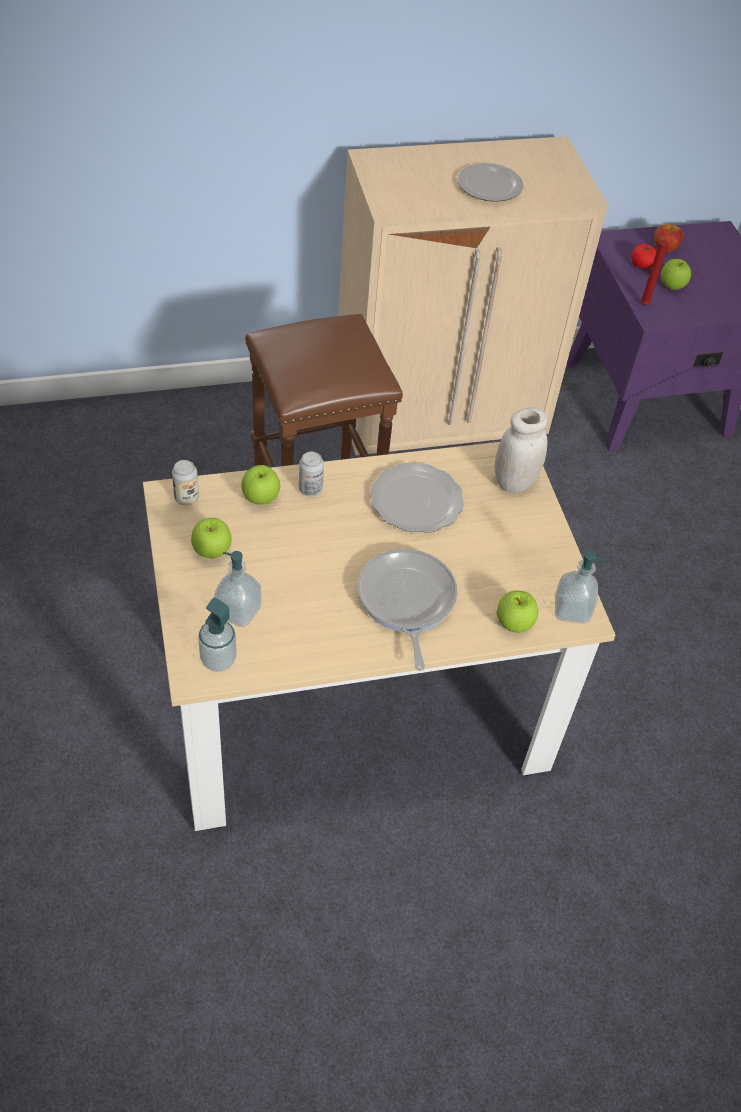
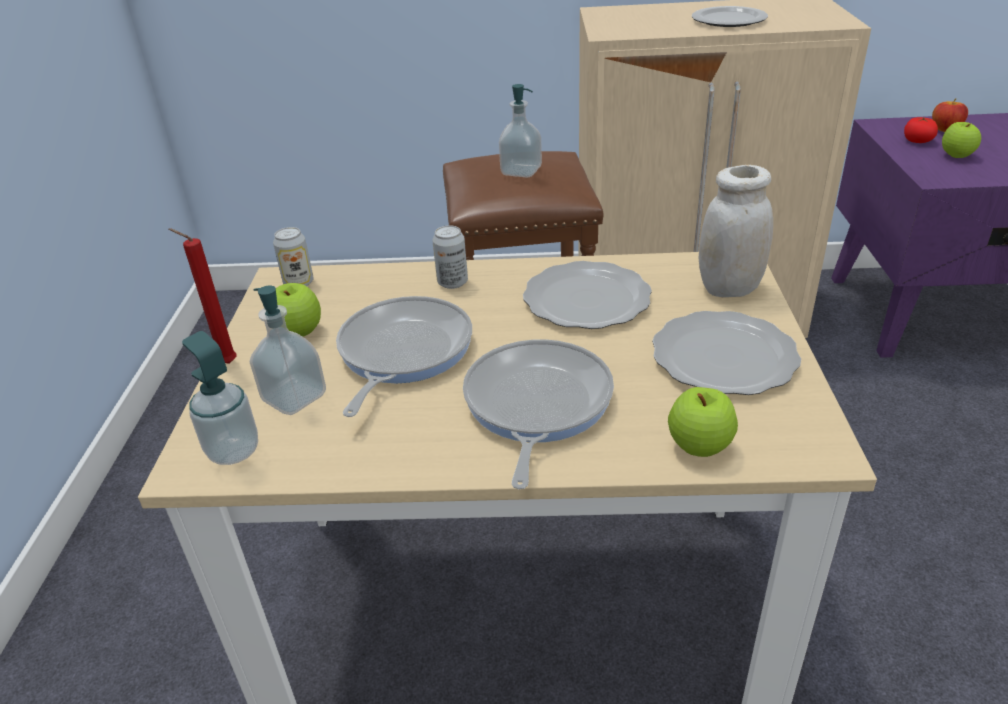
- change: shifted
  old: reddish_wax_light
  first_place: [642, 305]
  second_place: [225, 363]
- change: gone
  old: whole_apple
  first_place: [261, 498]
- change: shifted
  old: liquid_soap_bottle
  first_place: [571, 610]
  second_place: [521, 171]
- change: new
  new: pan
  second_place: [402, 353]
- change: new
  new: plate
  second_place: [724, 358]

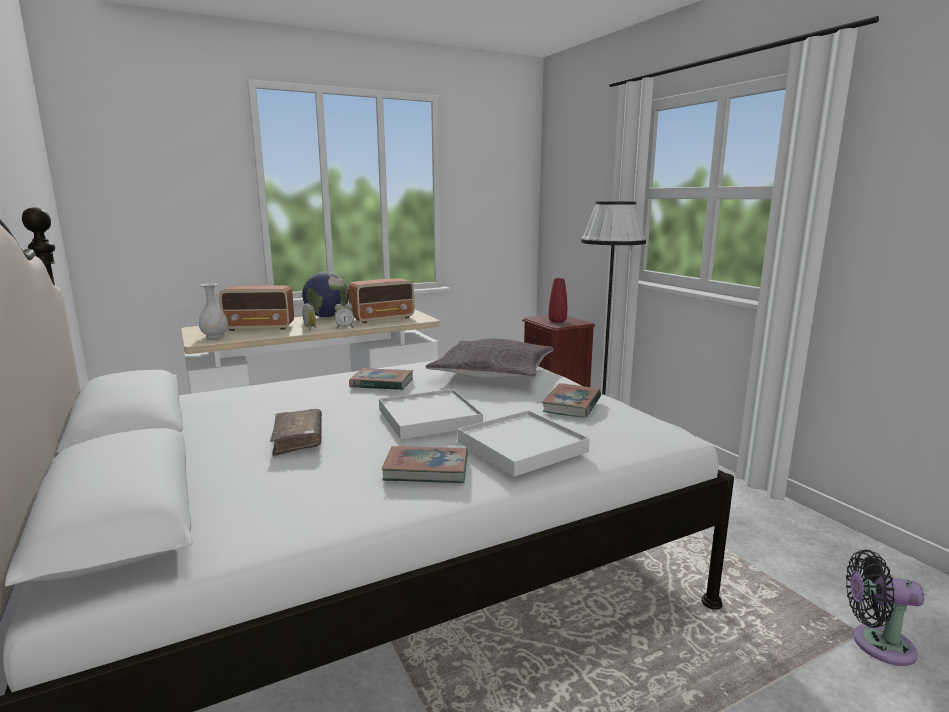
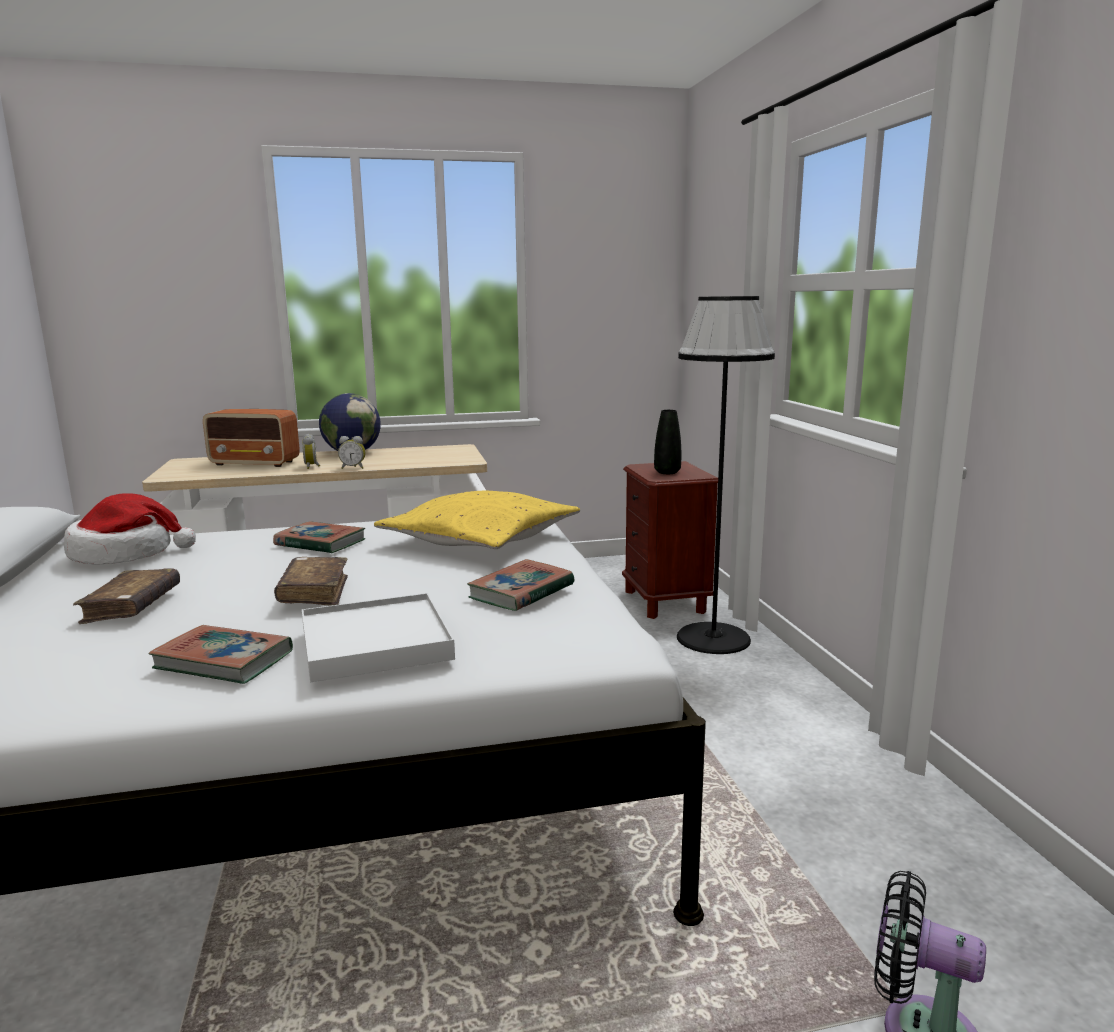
- change: gone
  old: radio_receiver
  first_place: [383, 319]
- change: repainted
  old: reddish_decorative_vase
  new: blackish_decorative_vase
  first_place: [557, 321]
  second_place: [667, 472]
- change: gone
  old: white_decorative_vase
  first_place: [215, 336]
- change: repainted
  old: gray_pillow
  new: yellow-coloured_pillow
  first_place: [493, 373]
  second_place: [480, 539]
- change: swapped
  old: white_carrying_tray
  new: brownish_book
  first_place: [429, 417]
  second_place: [314, 592]
- change: new
  new: clothing_hat
  second_place: [125, 553]

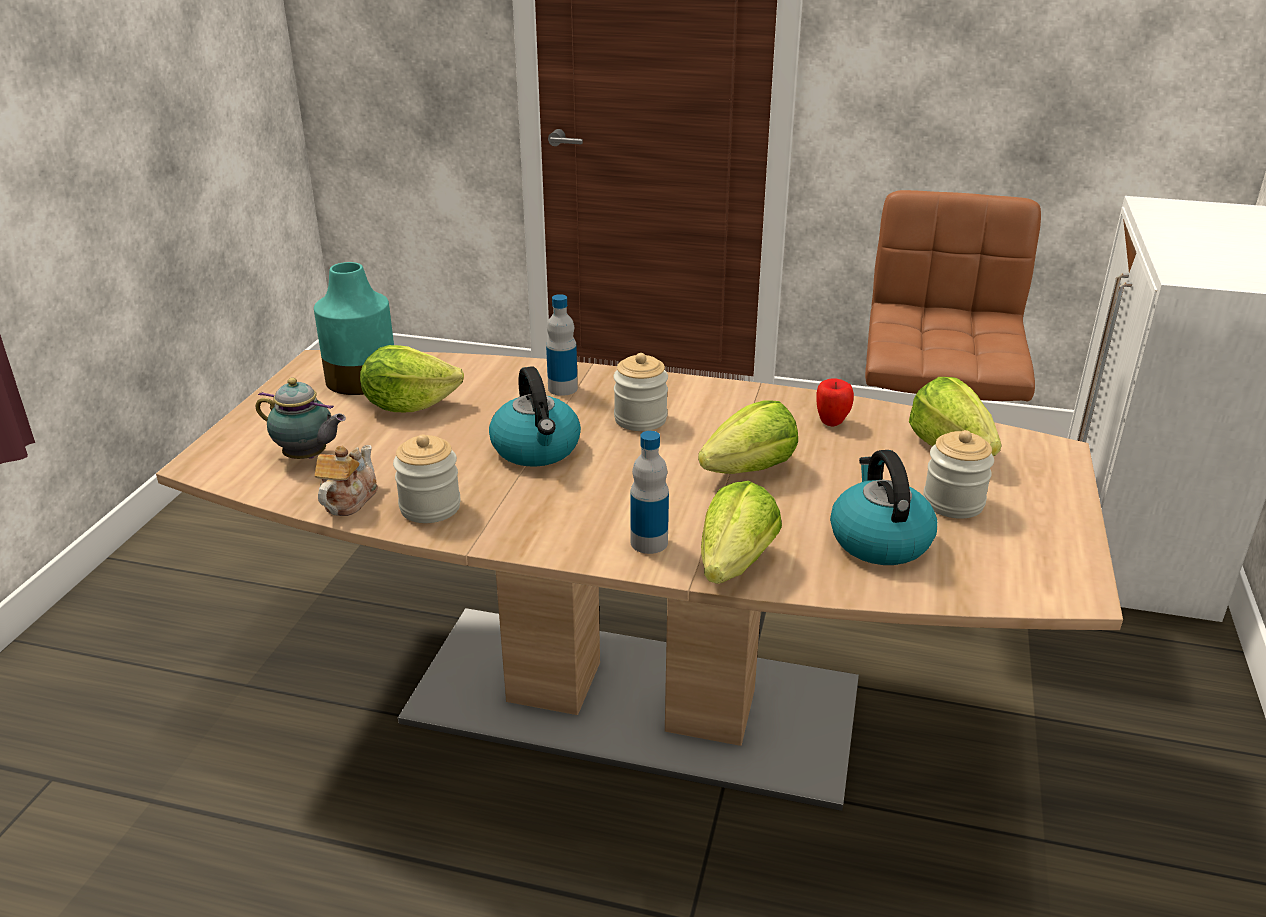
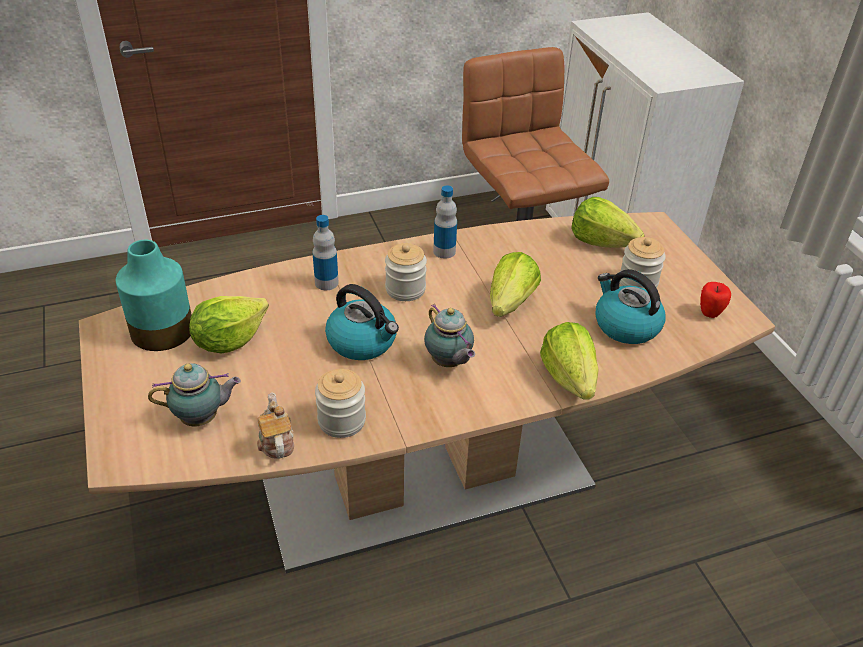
- change: shifted
  old: whole_apple
  first_place: [832, 422]
  second_place: [710, 313]
- change: shifted
  old: bottle
  first_place: [649, 542]
  second_place: [444, 251]
- change: new
  new: tea_pot
  second_place: [448, 363]

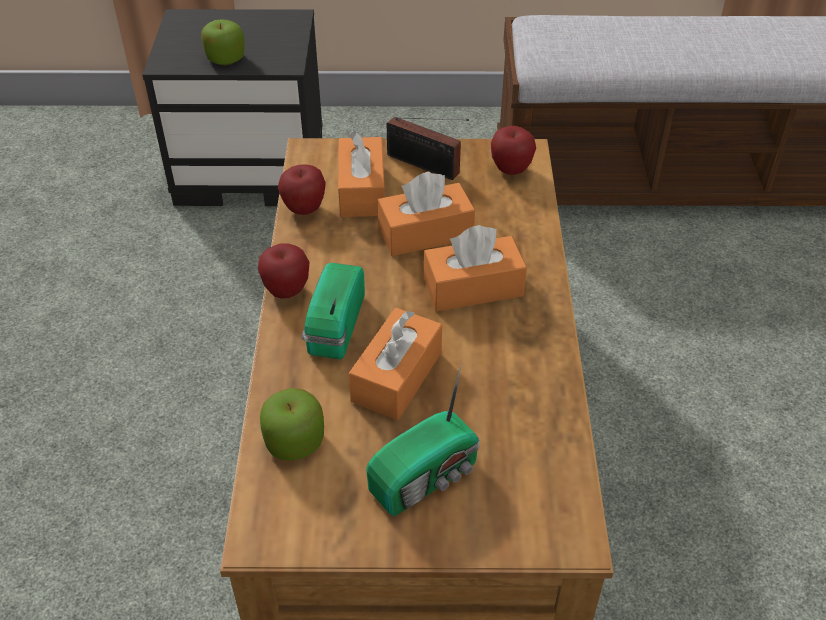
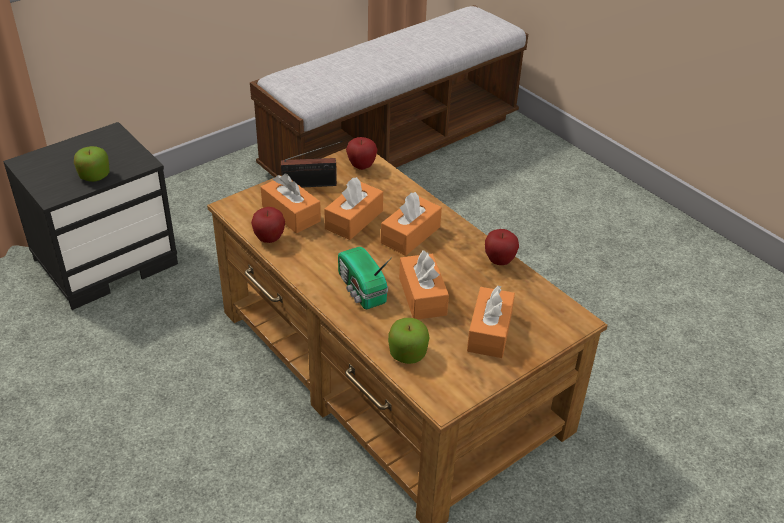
- change: shifted
  old: whole_apple
  first_place: [286, 291]
  second_place: [499, 261]
- change: swapped
  old: radio_receiver
  new: orange_tissue_box
  first_place: [427, 477]
  second_place: [489, 332]

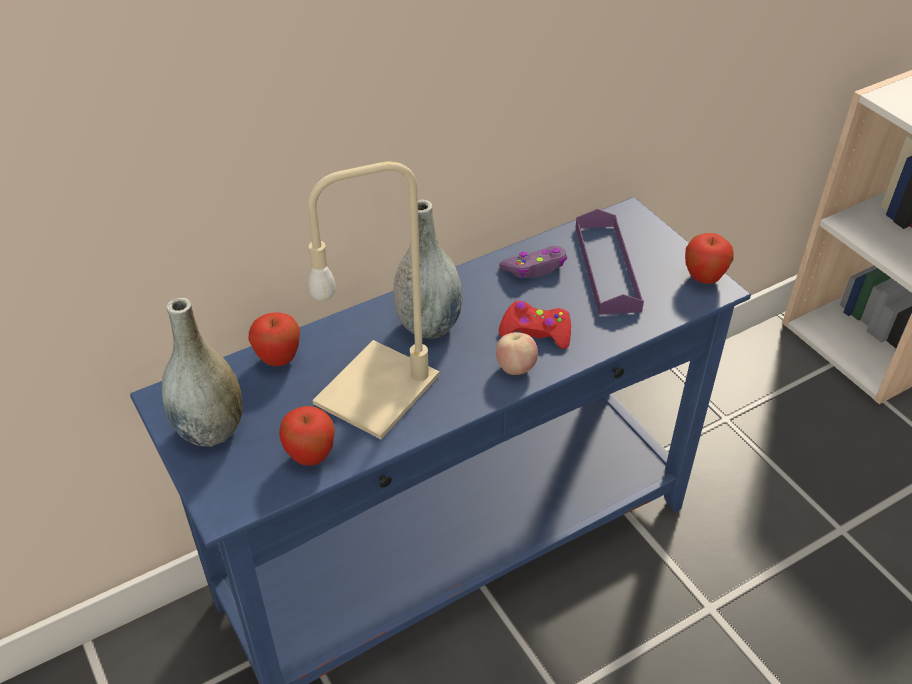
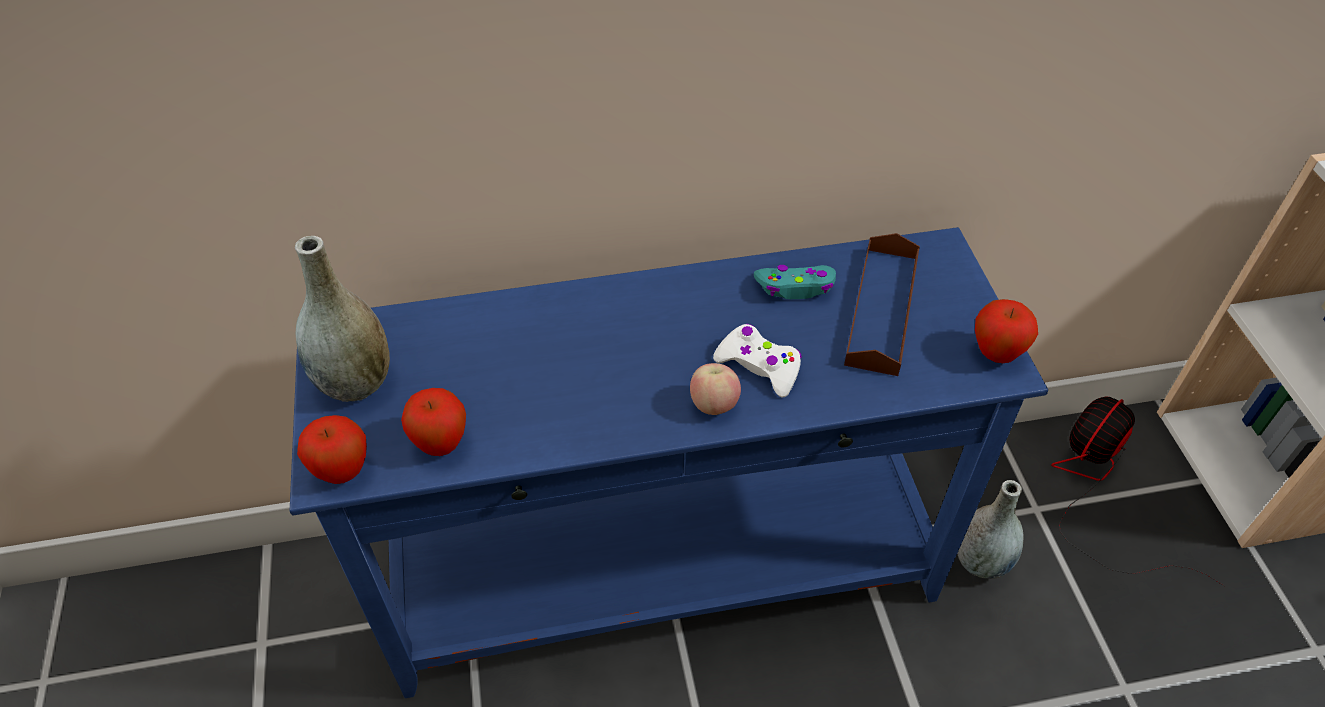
- change: gone
  old: sand-coloured_table_lamp
  first_place: [378, 387]
- change: shifted
  old: gray_decorative_vase
  first_place: [428, 326]
  second_place: [980, 562]
- change: repainted
  old: purple-coloured_carrying_tray
  new: brownish_carrying_tray
  first_place: [607, 268]
  second_place: [881, 309]
- change: repainted
  old: purple-coloured_gamepad
  new: turquoise-coloured_gamepad
  first_place: [535, 268]
  second_place: [795, 287]
- change: repainted
  old: reddish_gamepad
  new: white_gamepad
  first_place: [536, 331]
  second_place: [759, 366]
- change: shifted
  old: whole_apple
  first_place: [278, 359]
  second_place: [342, 471]
- change: new
  new: electric_fan
  second_place: [1098, 490]

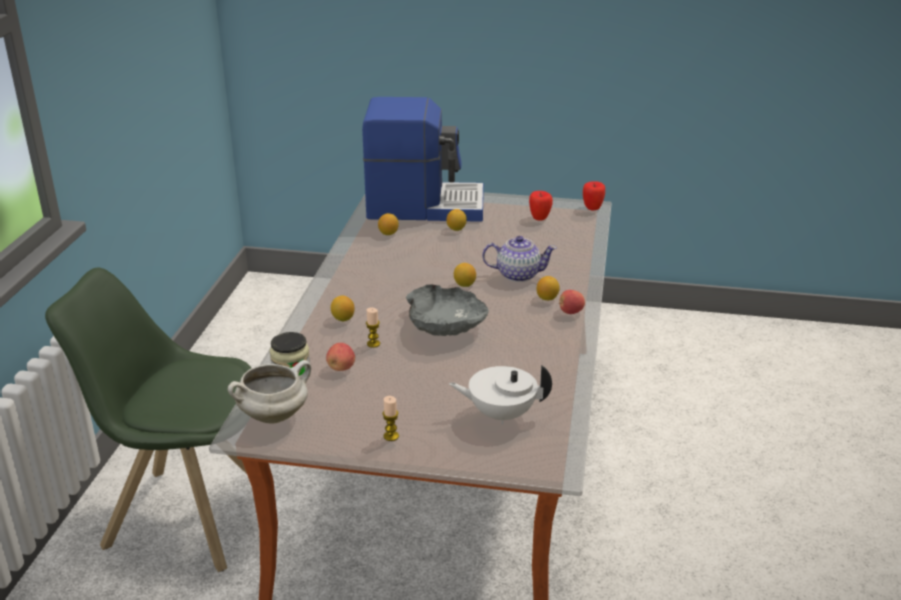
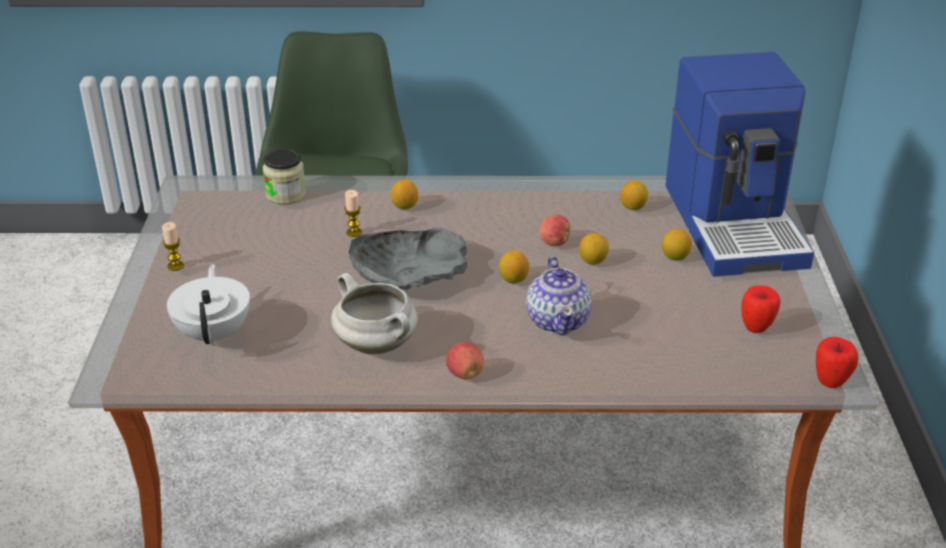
- change: shifted
  old: whole_lemon
  first_place: [547, 298]
  second_place: [593, 261]
- change: shifted
  old: whole_apple
  first_place: [341, 368]
  second_place: [554, 243]
- change: shifted
  old: white_saucepot
  first_place: [274, 415]
  second_place: [378, 345]

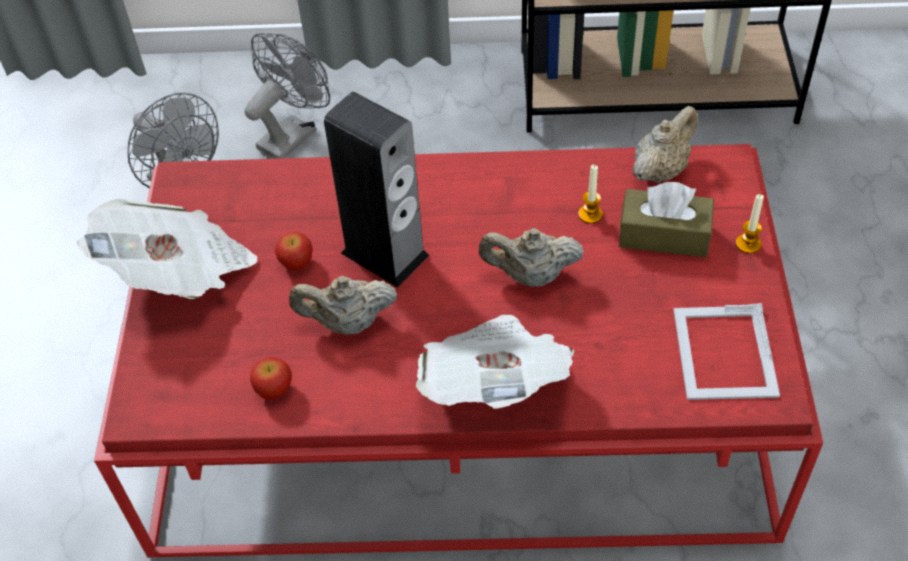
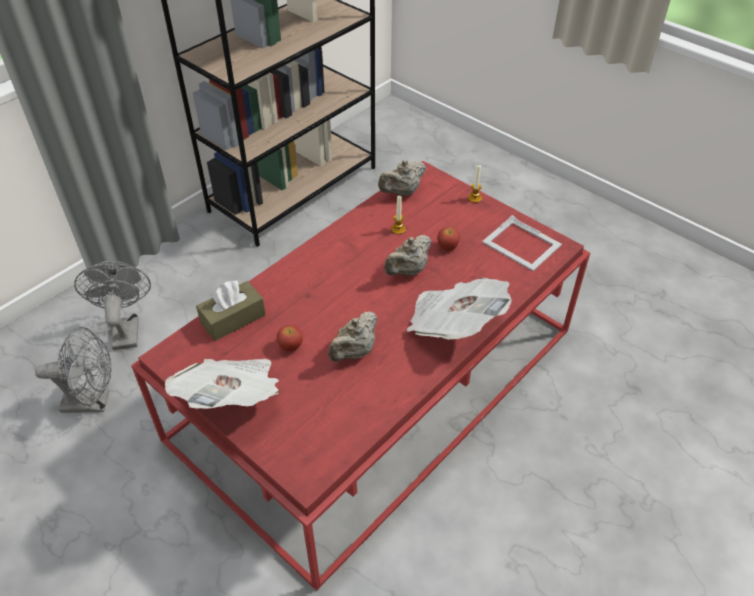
- change: gone
  old: audio_speaker
  first_place: [384, 254]
- change: rotated
  old: sand-coloured_tea_pot
  first_place: [661, 170]
  second_place: [402, 192]
  degrees: -120
- change: shifted
  old: brownish_tissue_box
  first_place: [664, 235]
  second_place: [233, 319]
- change: shifted
  old: whole_apple
  first_place: [274, 389]
  second_place: [447, 247]

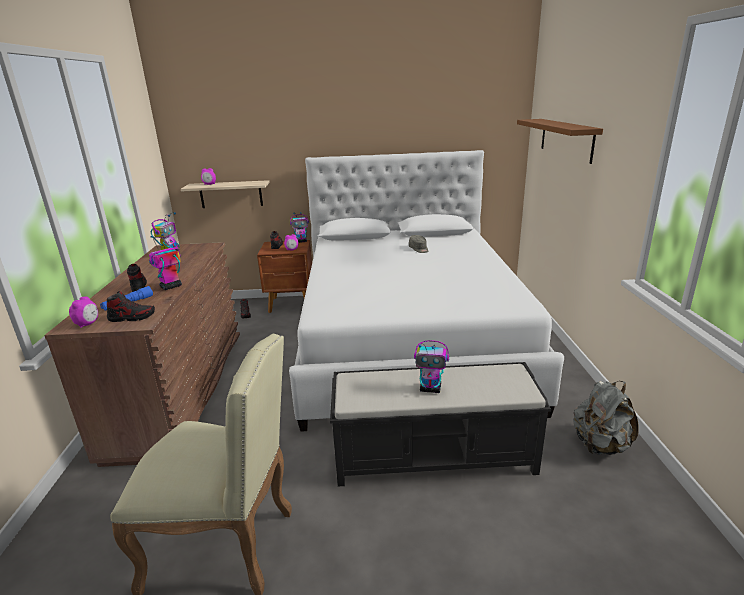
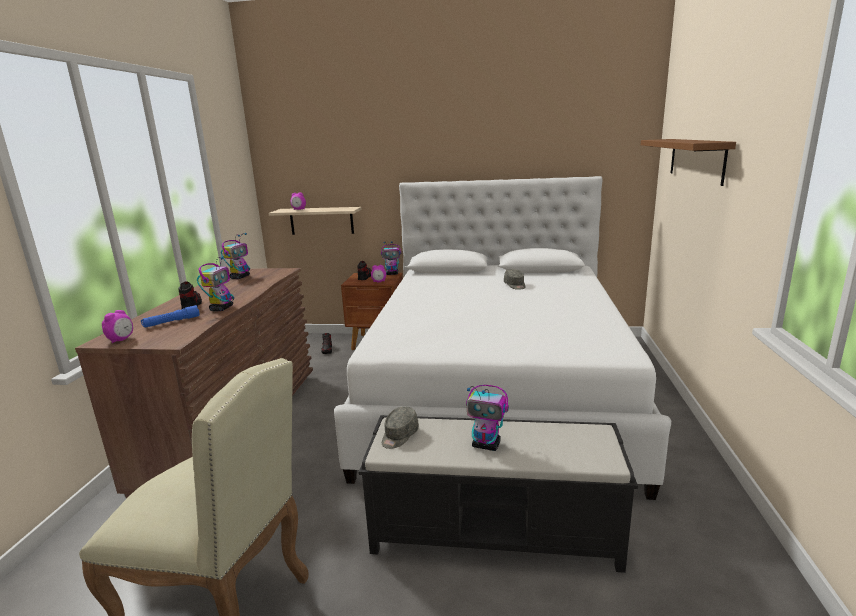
- change: rotated
  old: model_robot
  first_place: [170, 287]
  second_place: [222, 308]
  degrees: 135
- change: gone
  old: low_shoe
  first_place: [132, 317]
- change: gone
  old: gray_knapsack
  first_place: [600, 445]
- change: new
  new: gray_cap
  second_place: [399, 436]

